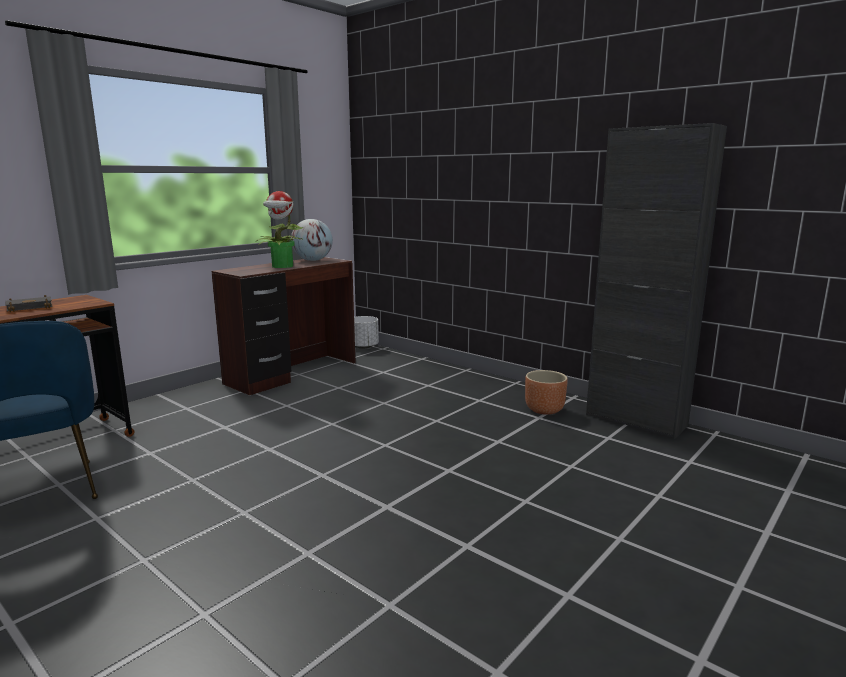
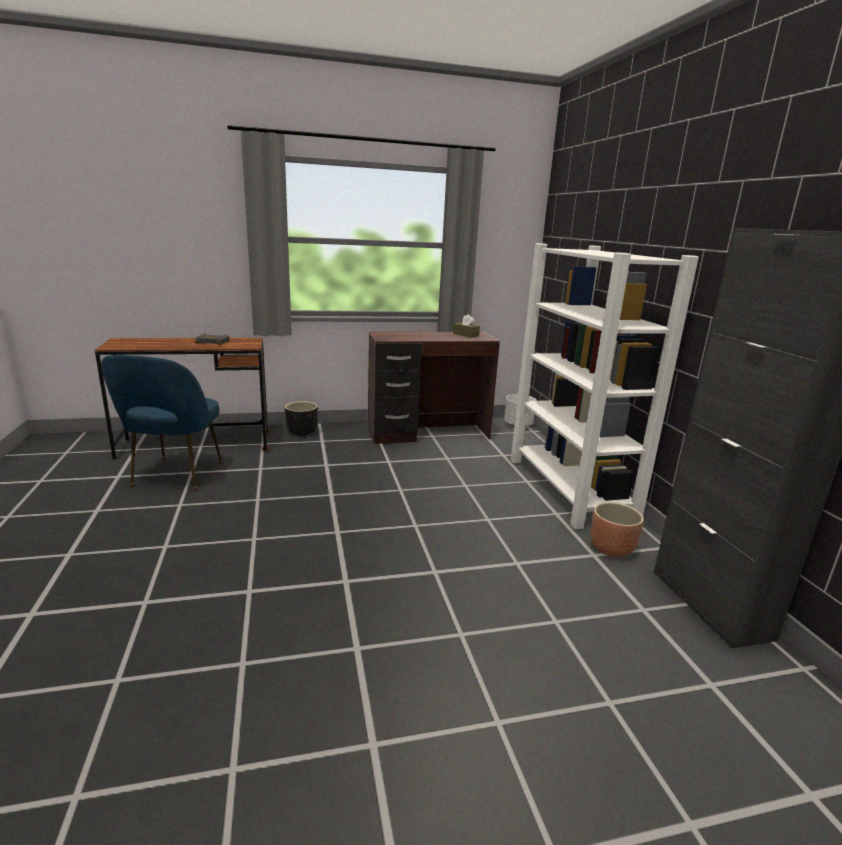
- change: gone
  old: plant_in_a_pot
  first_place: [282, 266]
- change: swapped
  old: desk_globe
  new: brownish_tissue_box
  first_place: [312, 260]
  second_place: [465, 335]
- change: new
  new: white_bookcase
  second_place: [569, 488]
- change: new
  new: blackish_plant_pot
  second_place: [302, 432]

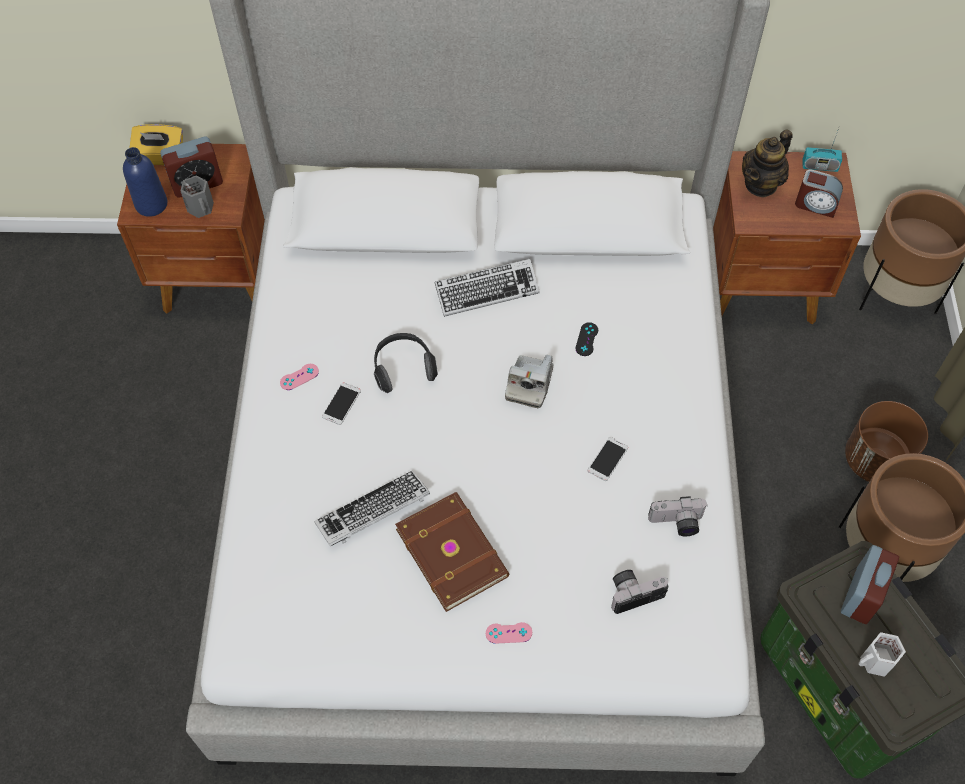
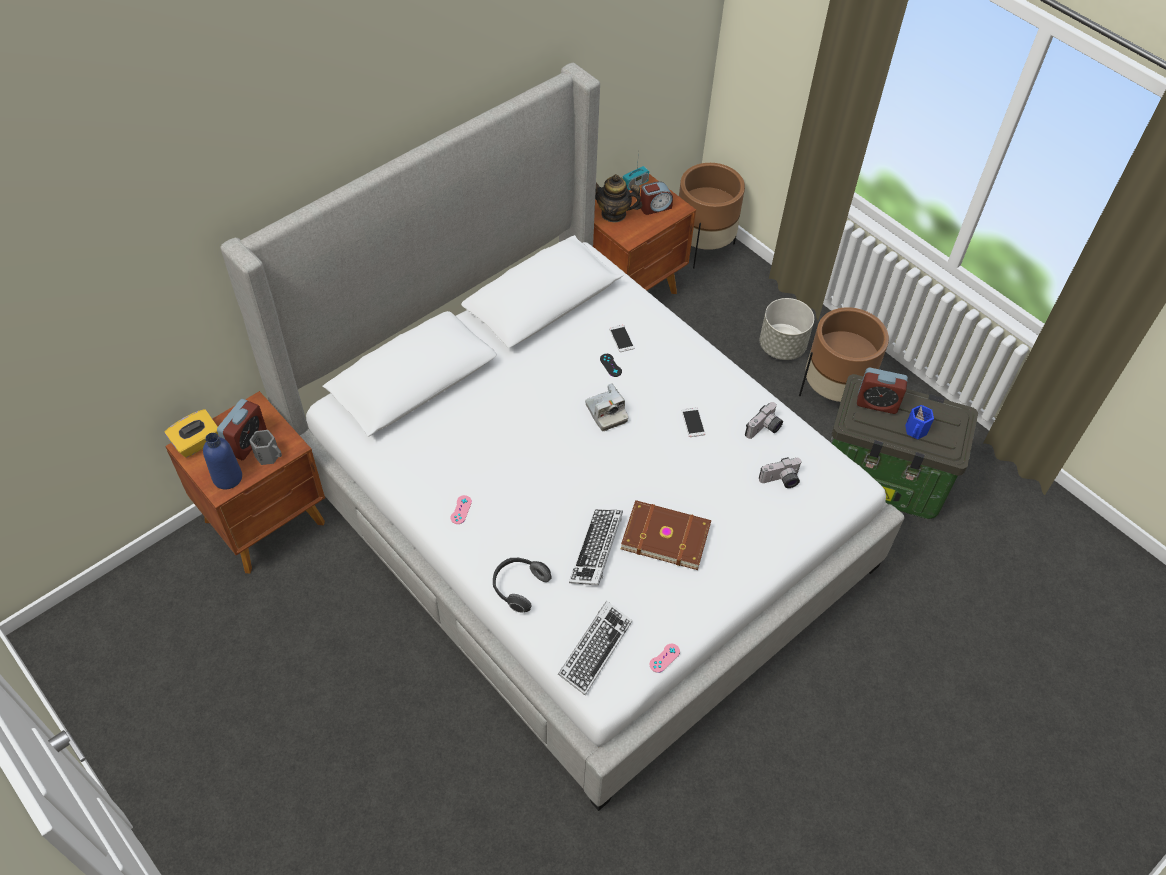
- change: rotated
  old: tea_pot
  first_place: [761, 184]
  second_place: [614, 214]
  degrees: 105
- change: shifted
  old: PC_keyboard
  first_place: [487, 291]
  second_place: [594, 650]
- change: shifted
  old: pair_of_headphones
  first_place: [403, 368]
  second_place: [518, 587]
- change: shifted
  old: handset
  first_place: [341, 404]
  second_place: [621, 338]
- change: repainted
  old: brownish_plant_pot
  new: gray_plant_pot
  first_place: [876, 460]
  second_place: [782, 346]
- change: rotated
  old: table_clock
  first_place: [861, 595]
  second_place: [877, 403]
  degrees: 120
- change: rotated
  old: photo_camera
  first_place: [634, 592]
  second_place: [781, 481]
  degrees: -135
- change: shifted
  old: pinkish_gamepad
  first_place: [508, 633]
  second_place: [664, 658]
- change: repainted
  old: white_tea_mug
  new: blue-coloured_tea_mug
  first_place: [876, 662]
  second_place: [916, 431]

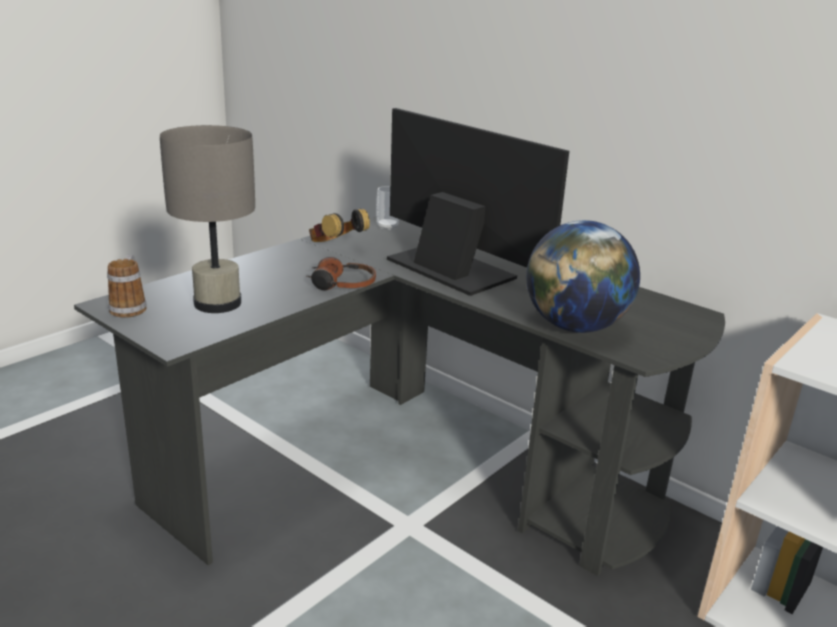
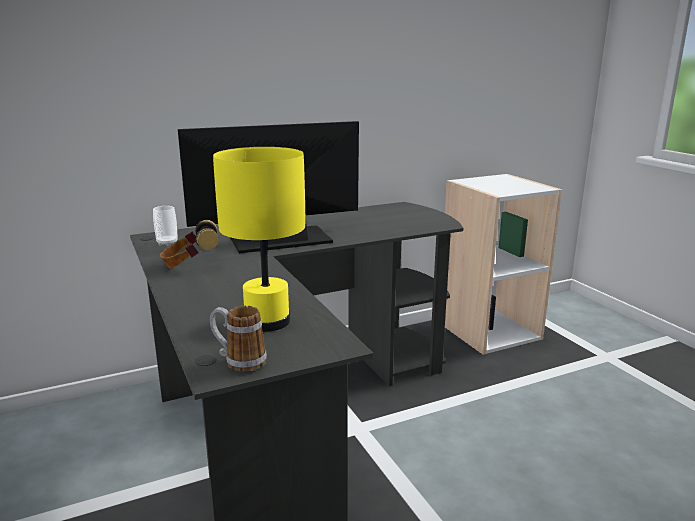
- change: repainted
  old: gray_table_lamp
  new: yellow-coloured_table_lamp
  first_place: [218, 303]
  second_place: [268, 321]
- change: gone
  old: desk_globe
  first_place: [574, 327]
- change: gone
  old: pair_of_headphones
  first_place: [342, 284]

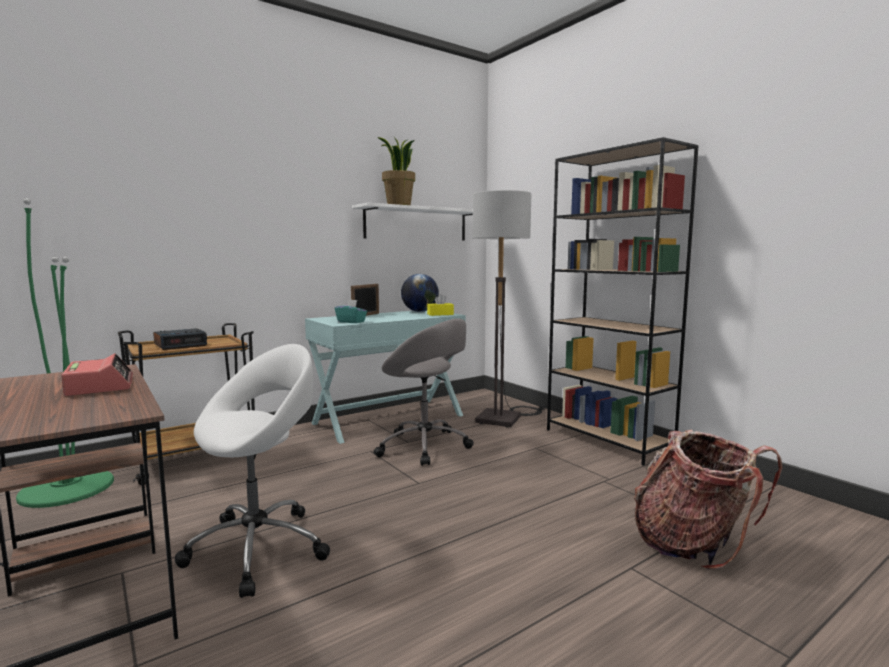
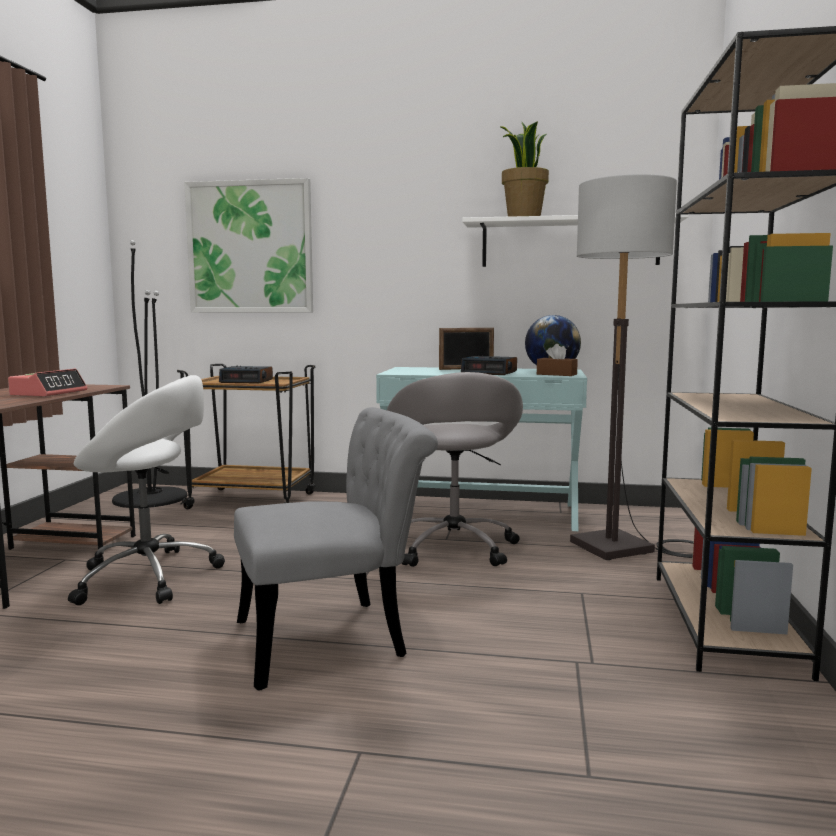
- change: repainted
  old: green_standing_lamp
  new: blackish_standing_lamp
  first_place: [67, 488]
  second_place: [150, 498]
- change: repainted
  old: yellow-coloured_tissue_box
  new: brownish_tissue_box
  first_place: [440, 314]
  second_place: [556, 374]
- change: gone
  old: turquoise-coloured_tissue_box
  first_place: [351, 322]
- change: gone
  old: knapsack
  first_place: [694, 544]
- change: new
  new: wall_art
  second_place: [250, 247]
- change: new
  new: table_clock
  second_place: [490, 372]
- change: new
  new: gray_upright_chair
  second_place: [336, 638]

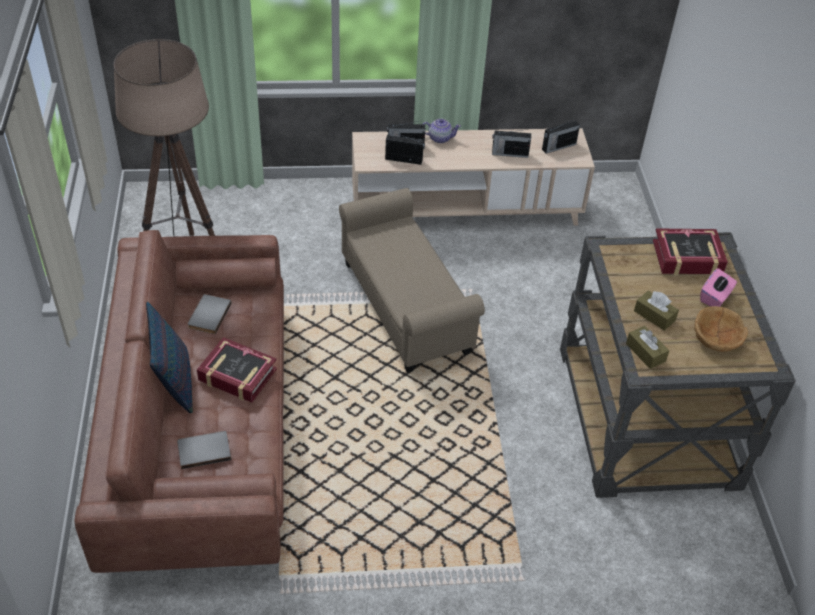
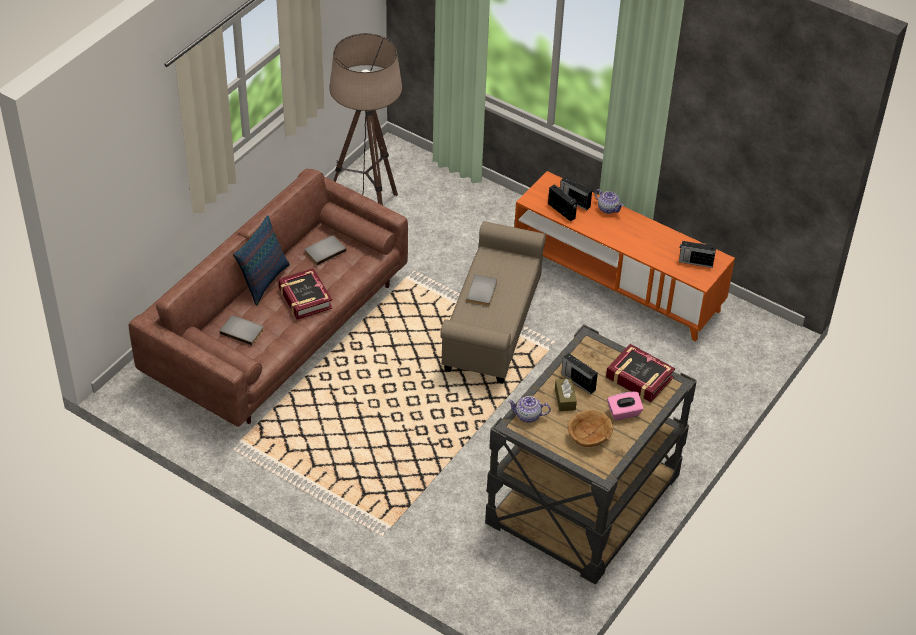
- change: repainted
  old: sand-coloured_media_console
  new: orange_media_console
  first_place: [465, 210]
  second_place: [617, 282]
- change: shifted
  old: radio_receiver
  first_place: [509, 153]
  second_place: [577, 381]
- change: swapped
  old: brownish_tissue_box
  new: tea_pot
  first_place: [645, 352]
  second_place: [528, 416]
- change: new
  new: gray_book
  second_place: [483, 292]

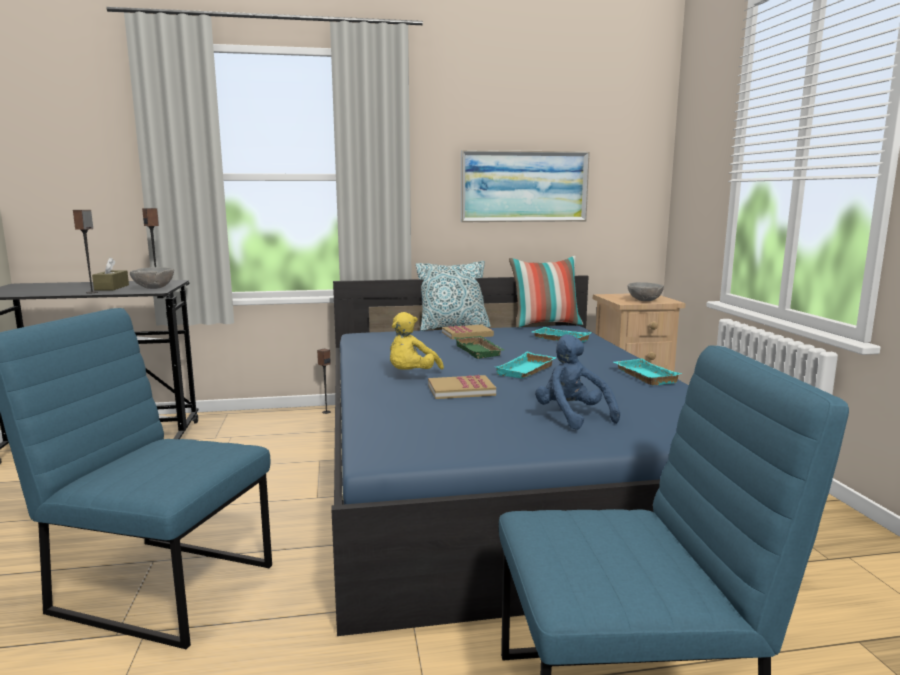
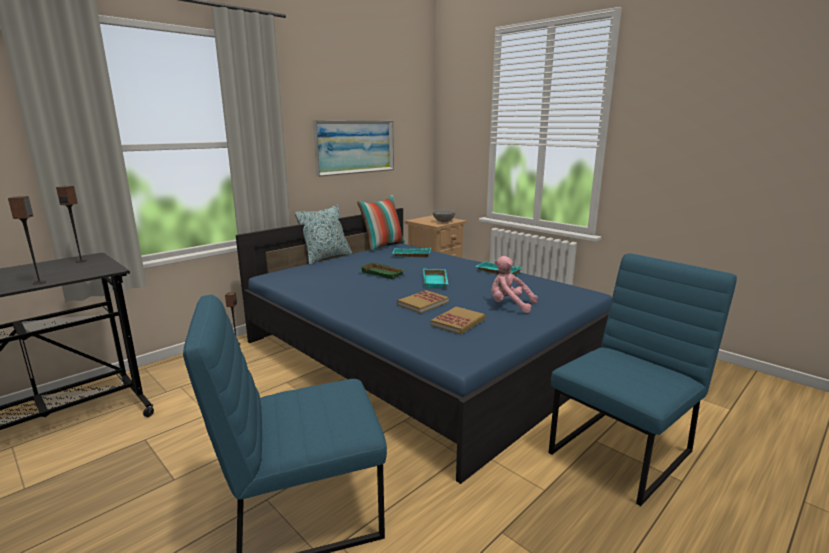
- change: gone
  old: brownish_tissue_box
  first_place: [112, 287]
- change: gone
  old: gray_deep_dish
  first_place: [154, 288]
- change: gone
  old: yellow-coloured_soft_toy
  first_place: [411, 375]
- change: shifted
  old: book
  first_place: [467, 334]
  second_place: [458, 322]
- change: repainted
  old: blue-coloured_soft_toy
  new: pinkish_soft_toy
  first_place: [572, 416]
  second_place: [509, 305]

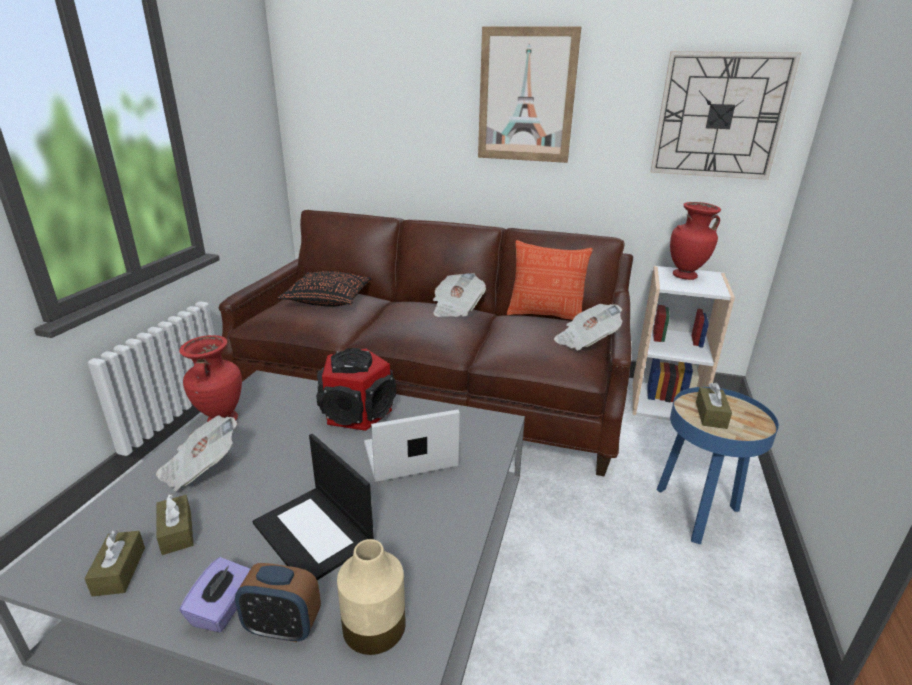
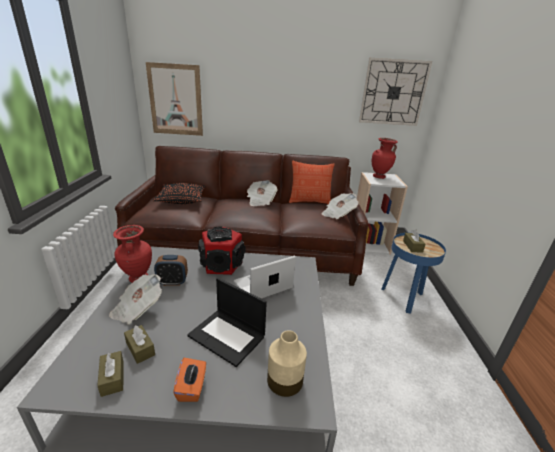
- change: shifted
  old: wall_art
  first_place: [526, 96]
  second_place: [175, 100]
- change: repainted
  old: purple-coloured_tissue_box
  new: orange_tissue_box
  first_place: [223, 608]
  second_place: [192, 388]
- change: shifted
  old: table_clock
  first_place: [283, 627]
  second_place: [172, 282]

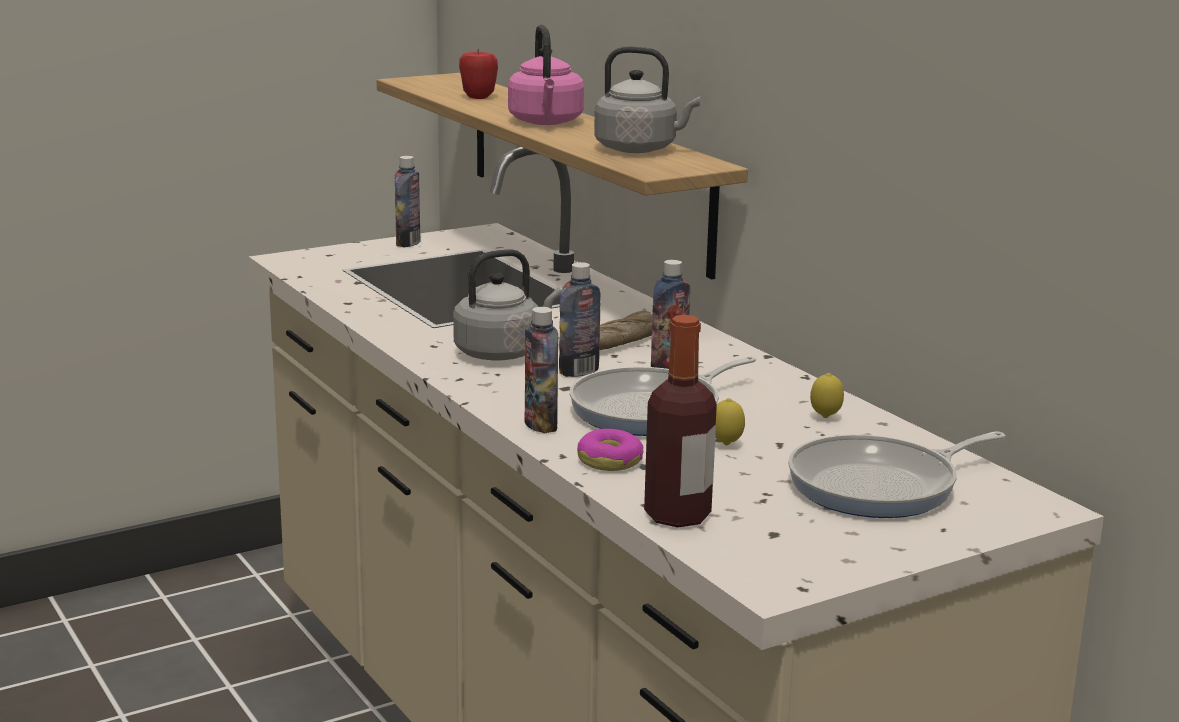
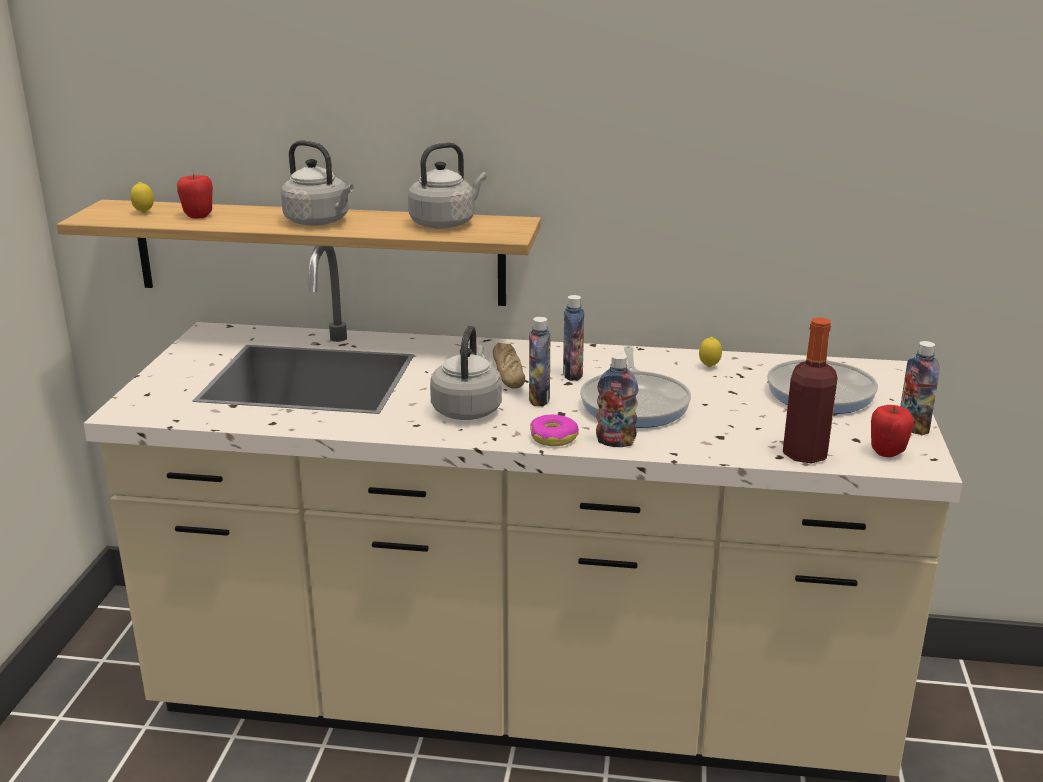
- change: repainted
  old: pinkish_water_kettle
  new: gray_water_kettle
  first_place: [546, 122]
  second_place: [319, 222]
- change: shifted
  old: bottle
  first_place: [408, 243]
  second_place: [913, 428]
- change: shifted
  old: whole_lemon
  first_place: [726, 445]
  second_place: [144, 213]
- change: shifted
  old: doughnut
  first_place: [610, 461]
  second_place: [554, 438]
- change: new
  new: whole_apple
  second_place: [887, 453]

